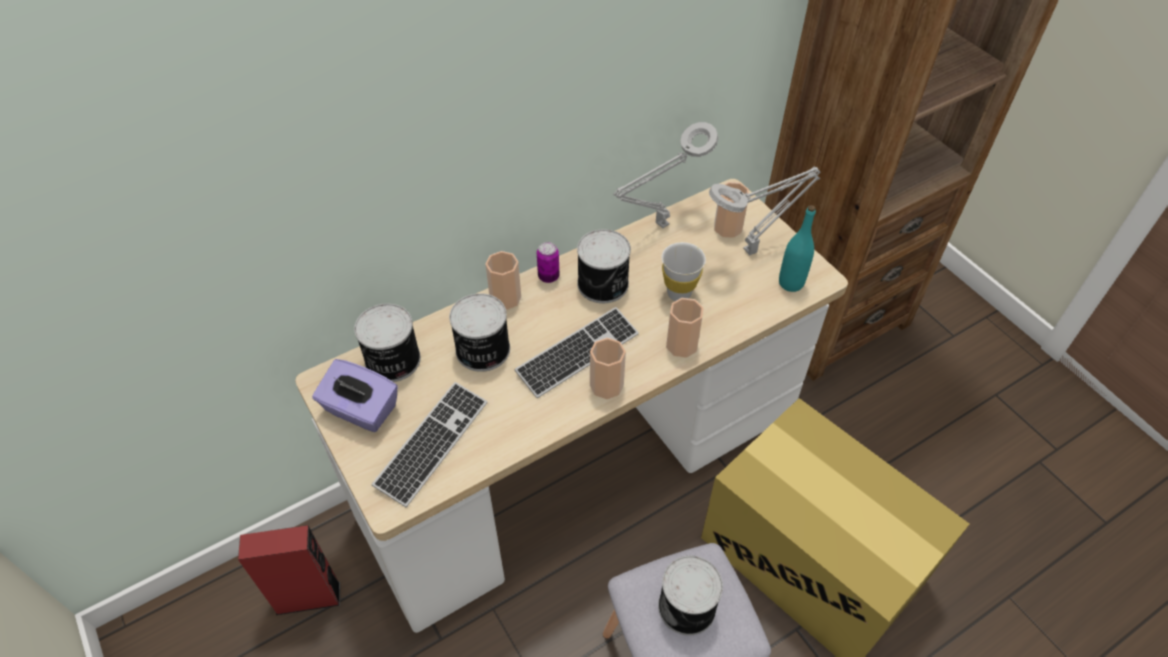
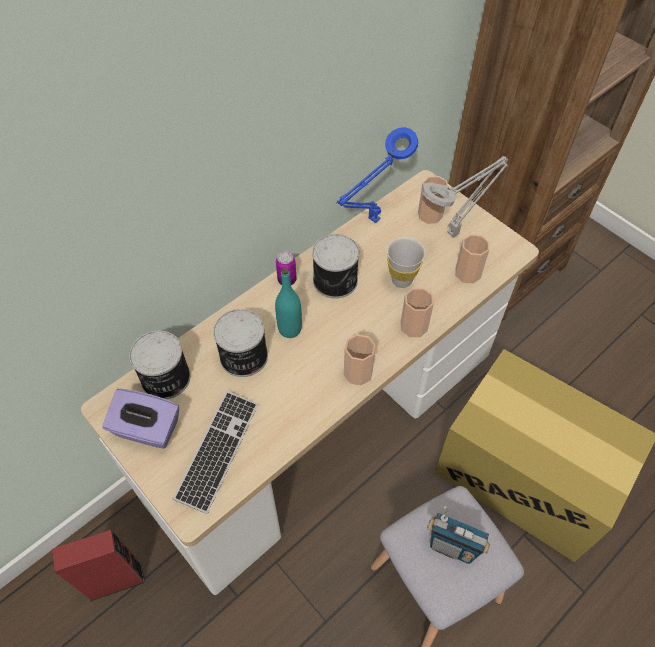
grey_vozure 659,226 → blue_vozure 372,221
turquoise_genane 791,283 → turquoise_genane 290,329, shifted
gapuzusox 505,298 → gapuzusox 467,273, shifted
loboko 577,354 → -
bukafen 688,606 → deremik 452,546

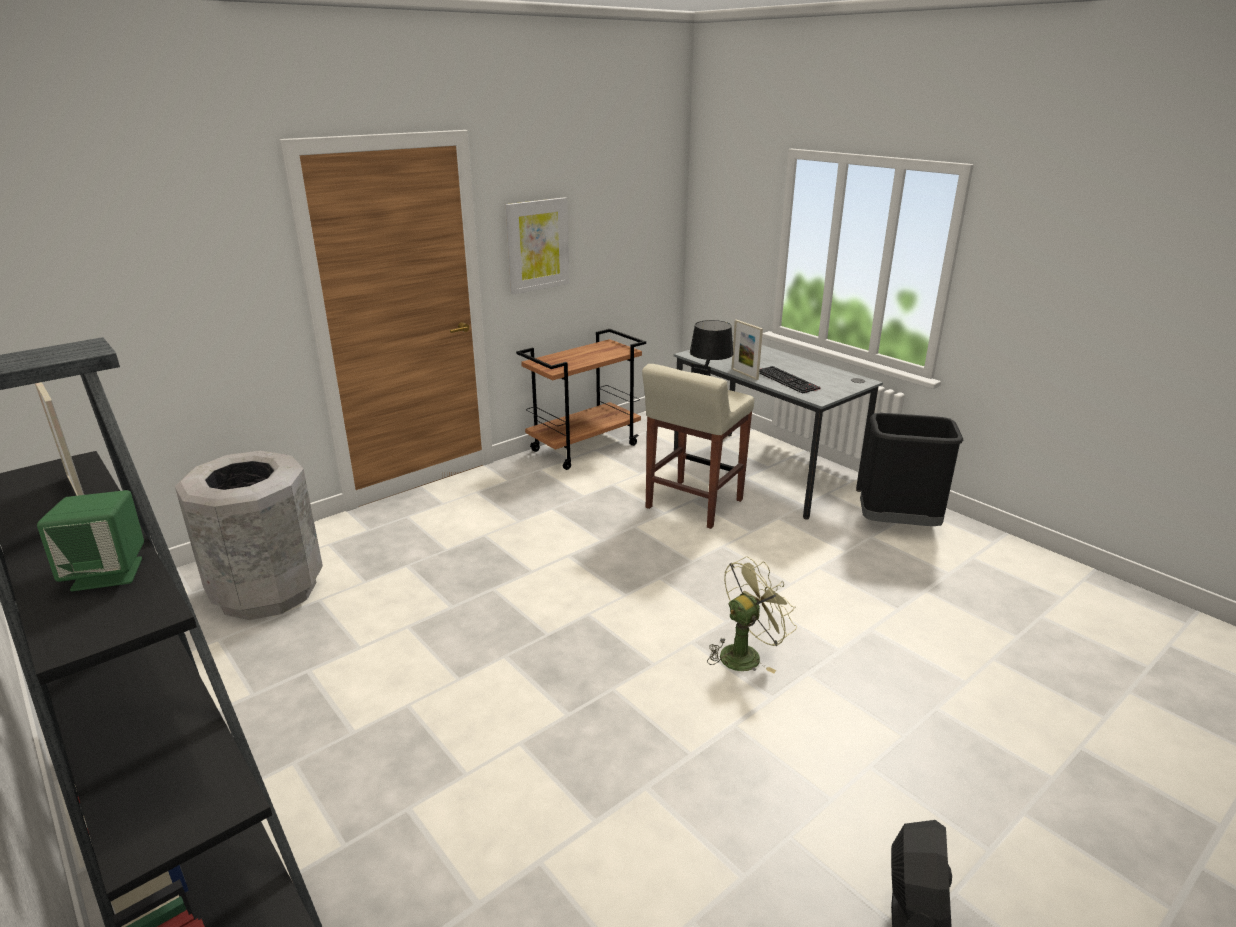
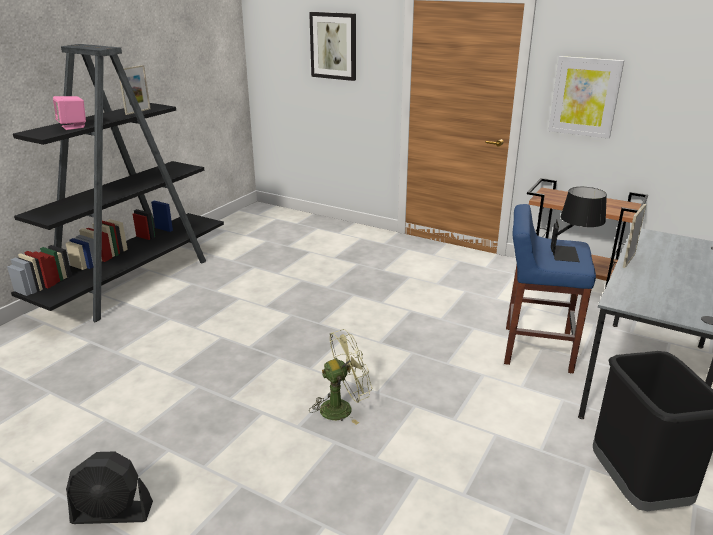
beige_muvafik 693,504 → blue_muvafik 536,349
loboko 788,380 → -
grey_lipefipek 267,591 → -
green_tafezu 109,573 → pink_tafezu 73,127
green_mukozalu 746,654 → green_mukozalu 342,407, 60 degrees counterclockwise
- → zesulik 333,46

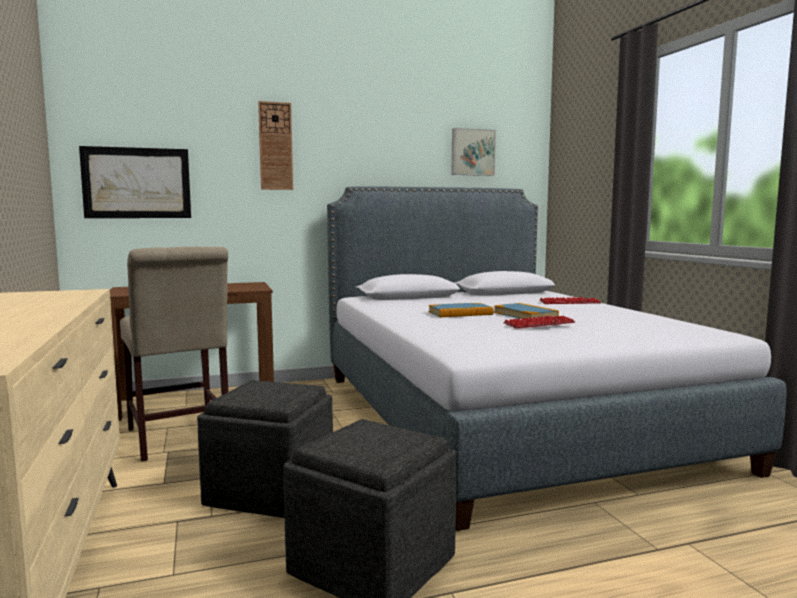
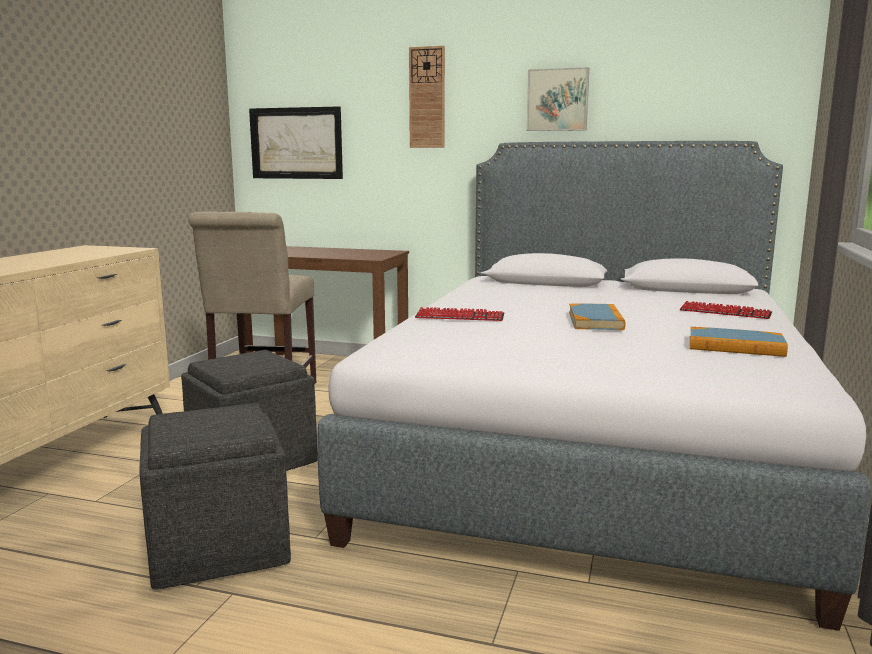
zesulik 472,152 → zesulik 557,100, shifted
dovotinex 460,313 → dovotinex 735,346, shifted
loboko 539,324 → loboko 459,317, shifted

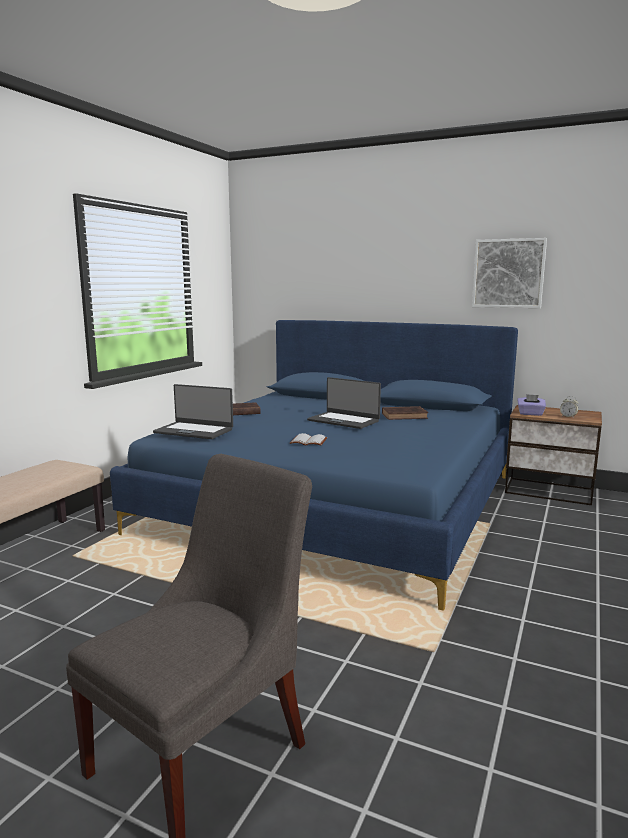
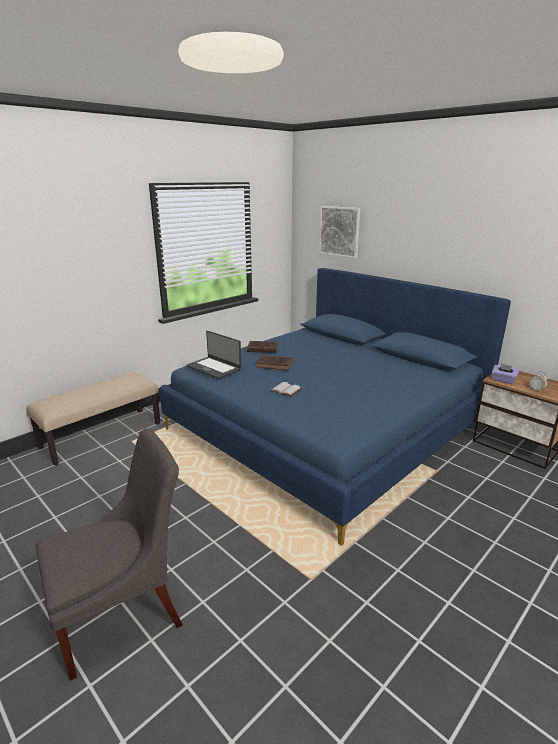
zesulik 508,273 → zesulik 339,231, shifted
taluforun 344,420 → -
brown_dovotinex 405,416 → brown_dovotinex 275,365, shifted

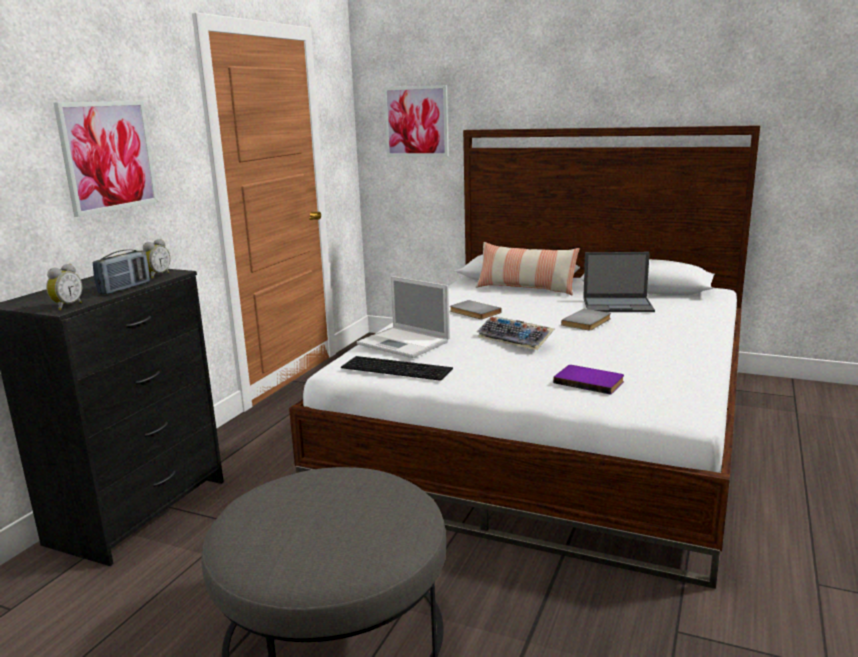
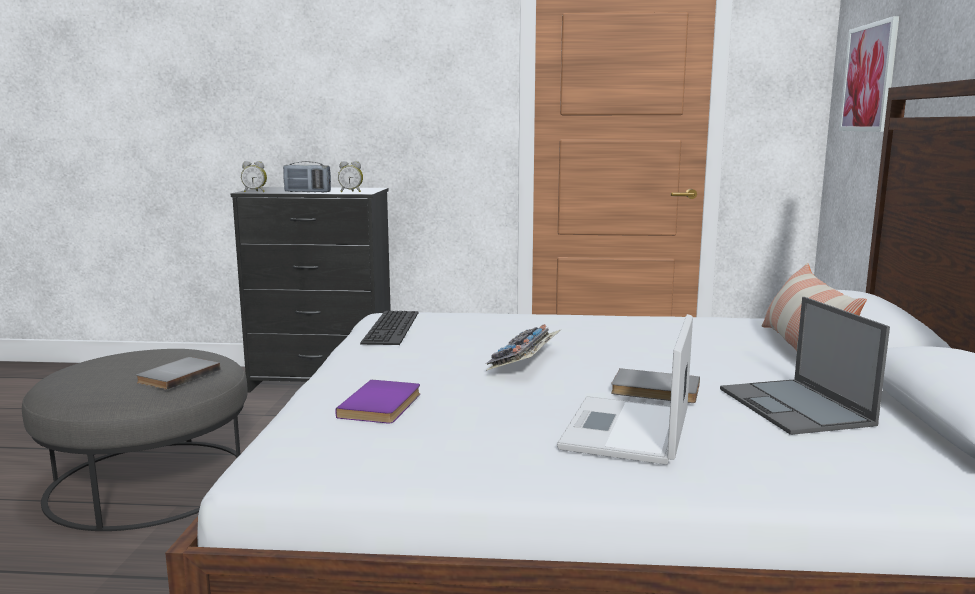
zesulik 108,156 → -
taluforun 405,343 → taluforun 626,432, shifted
grey_dovotinex 473,312 → grey_dovotinex 177,376, shifted

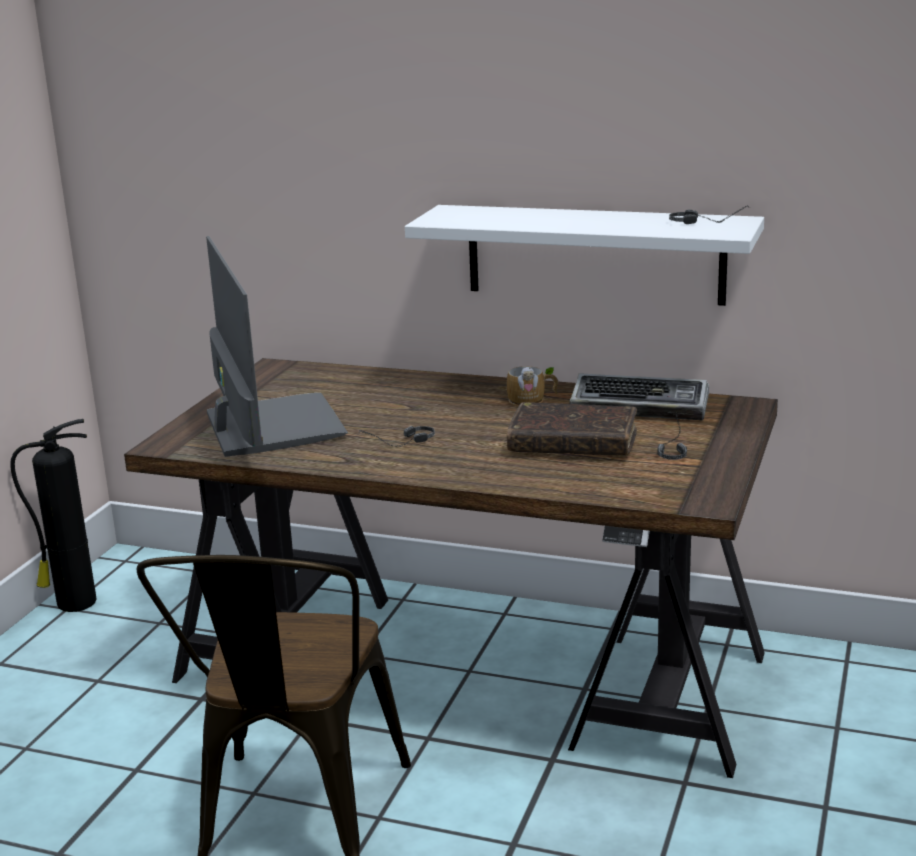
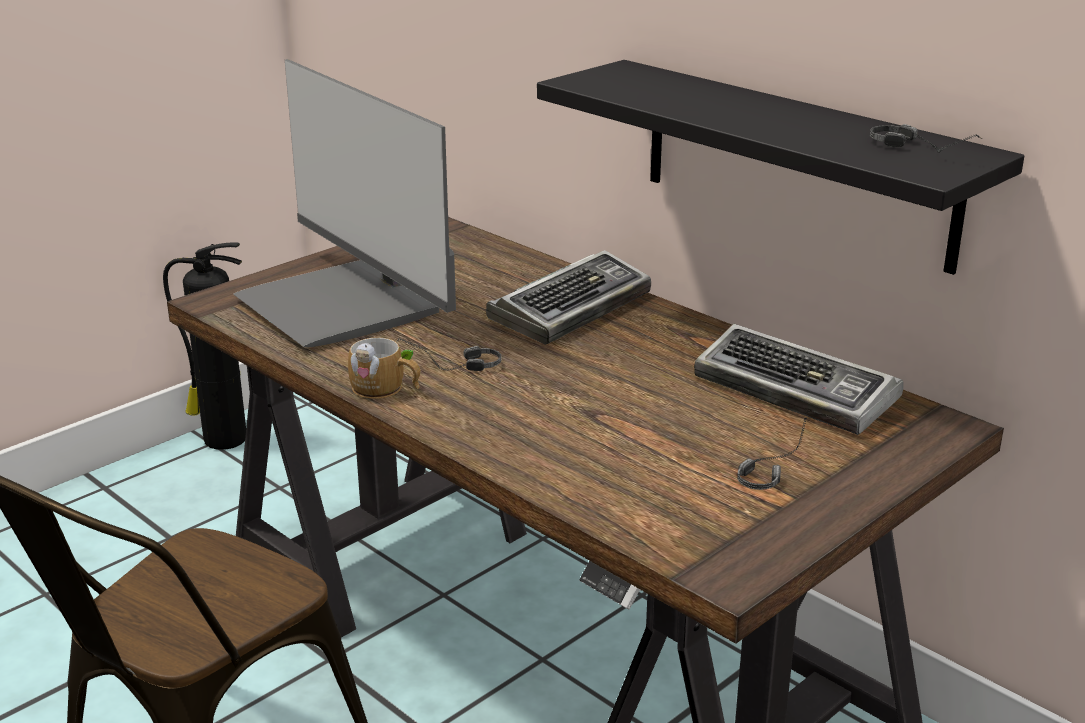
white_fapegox 594,254 → black_fapegox 796,163
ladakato 270,427 → ladakato 342,306, 135 degrees clockwise
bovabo 533,400 → bovabo 385,389, shifted
brown_dovotinex 573,444 → -
- → loboko 571,308

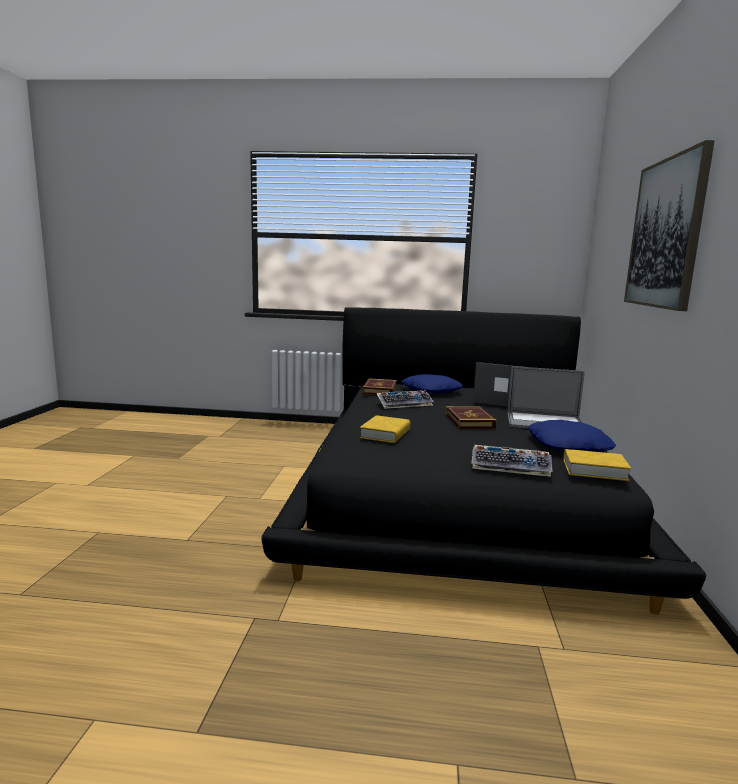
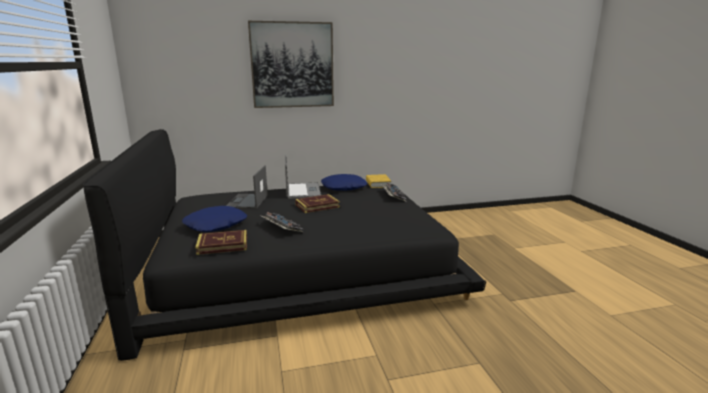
yellow_dovotinex 385,434 → -

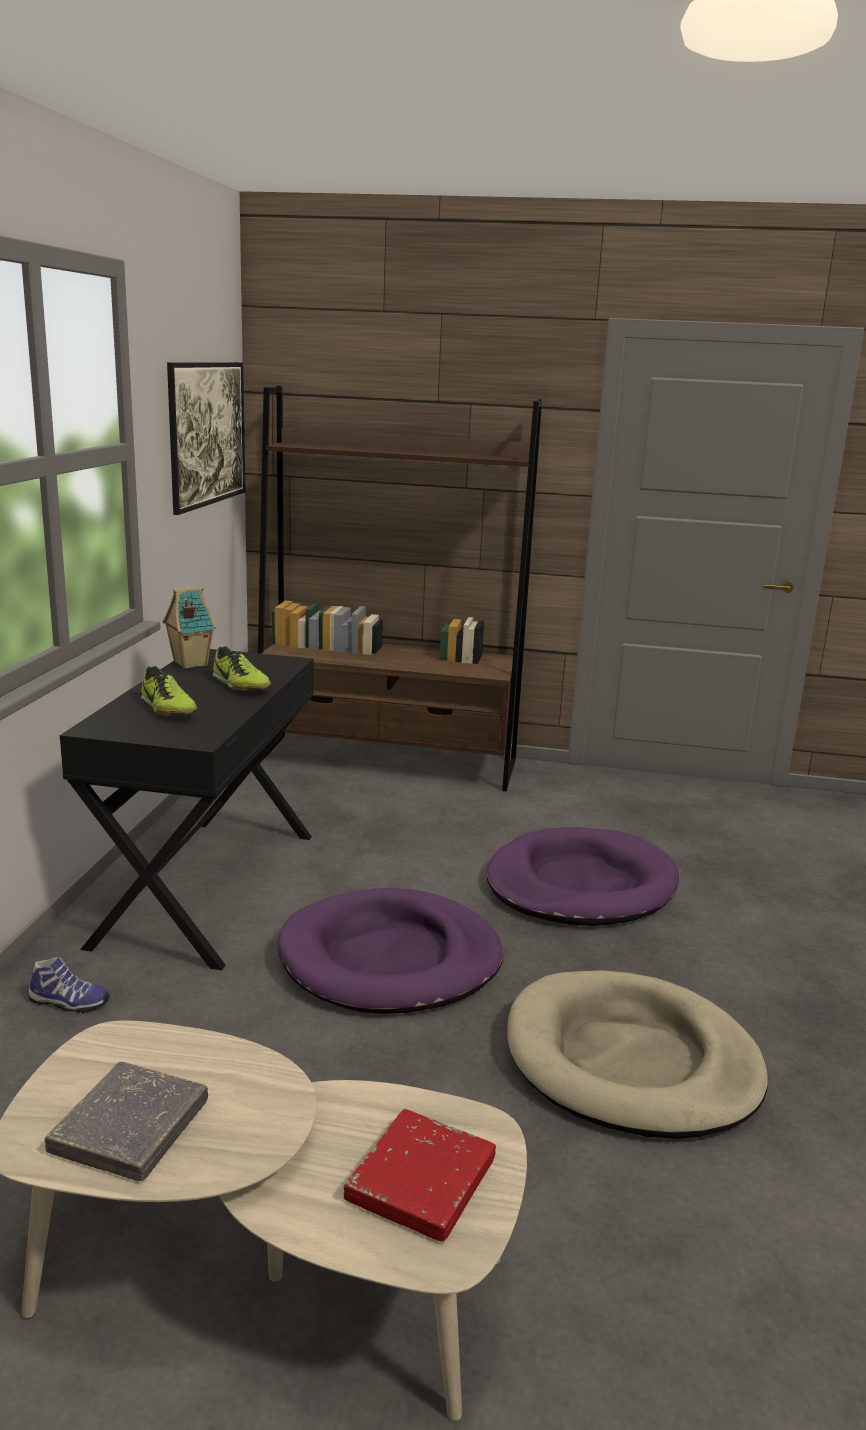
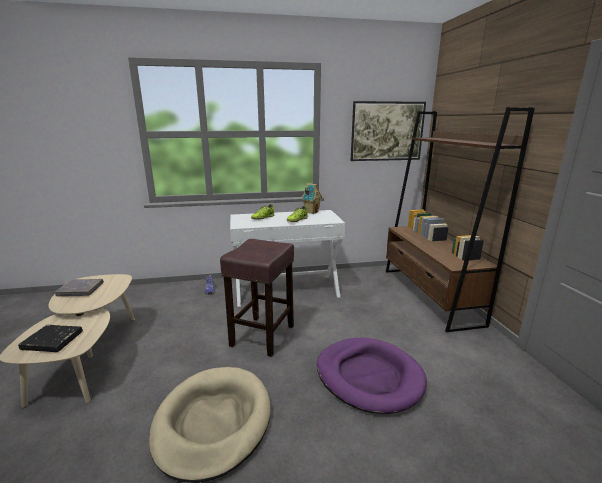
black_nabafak 207,886 → white_nabafak 286,289
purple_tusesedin 390,959 → brown_muvafik 262,336
red_dovotinex 421,1181 → black_dovotinex 52,341

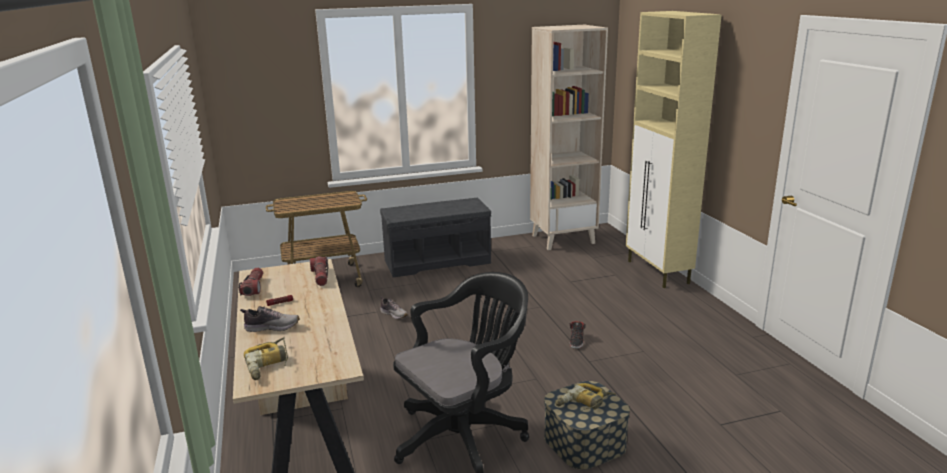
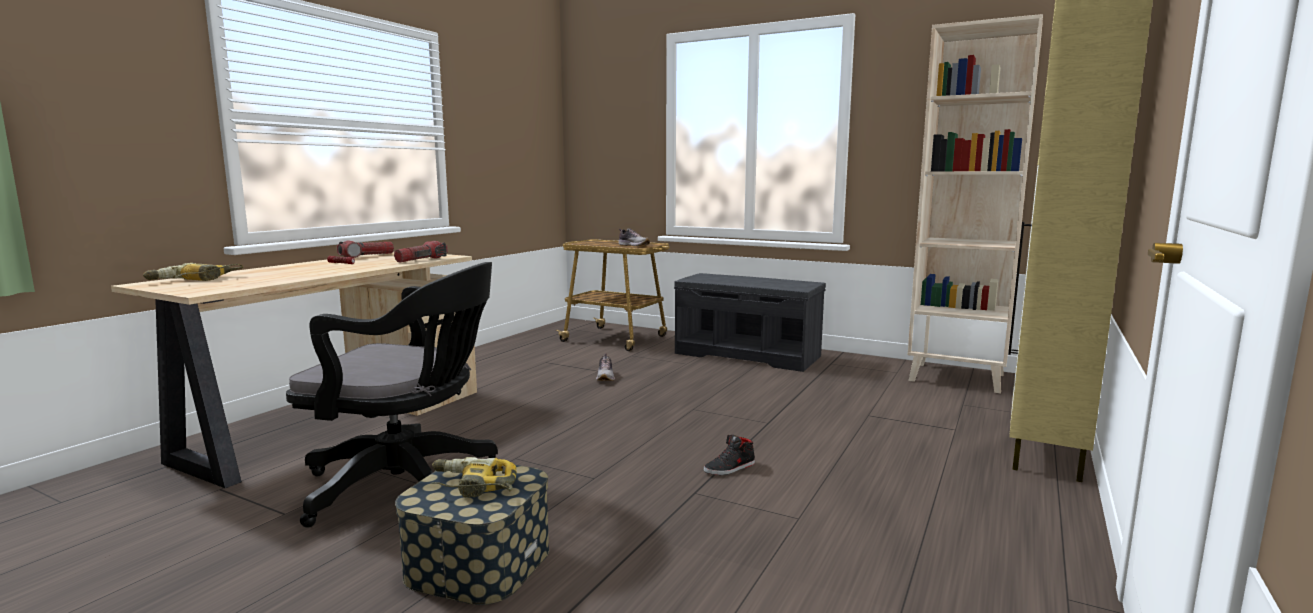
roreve 272,327 → roreve 634,245, shifted

